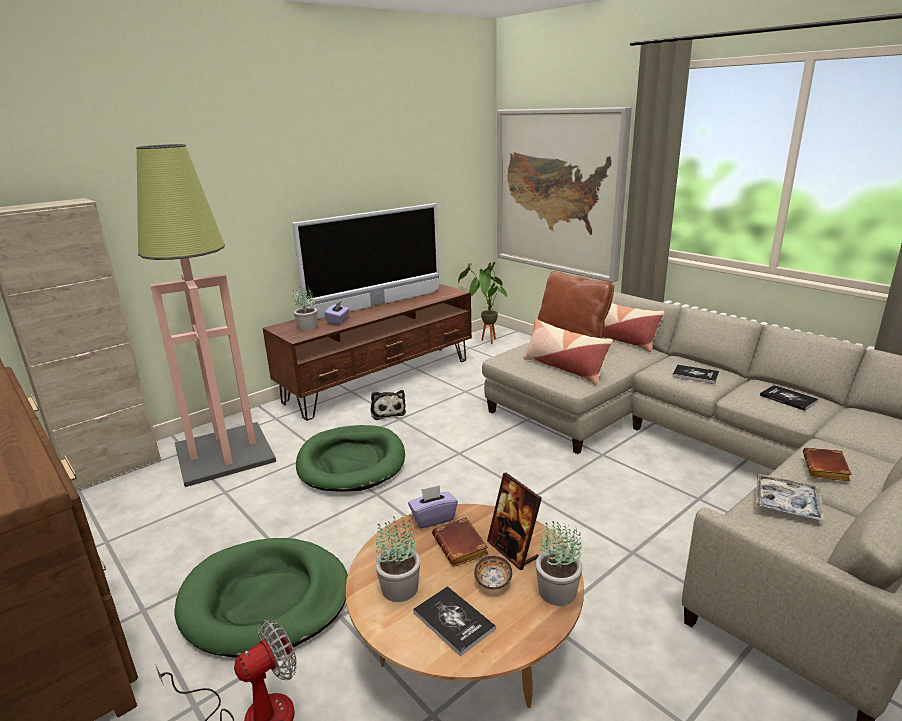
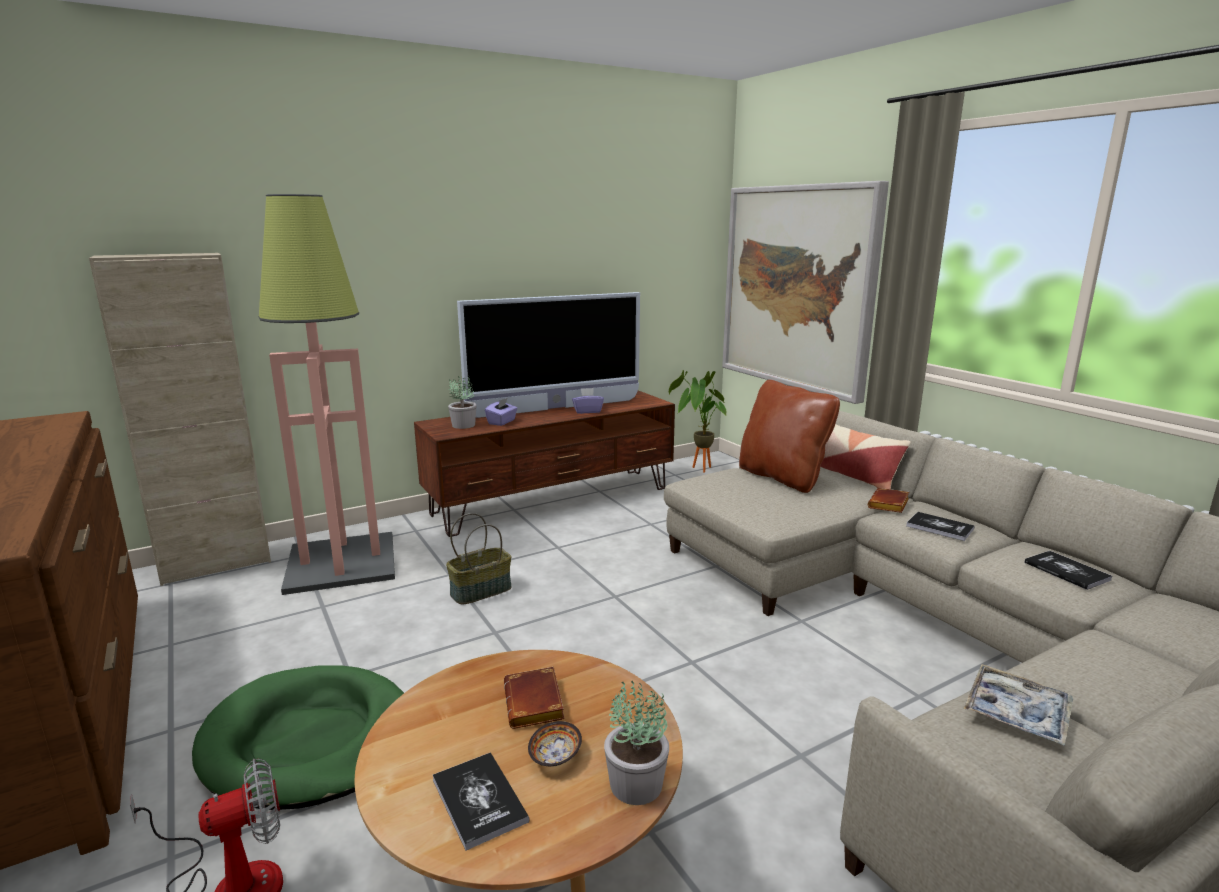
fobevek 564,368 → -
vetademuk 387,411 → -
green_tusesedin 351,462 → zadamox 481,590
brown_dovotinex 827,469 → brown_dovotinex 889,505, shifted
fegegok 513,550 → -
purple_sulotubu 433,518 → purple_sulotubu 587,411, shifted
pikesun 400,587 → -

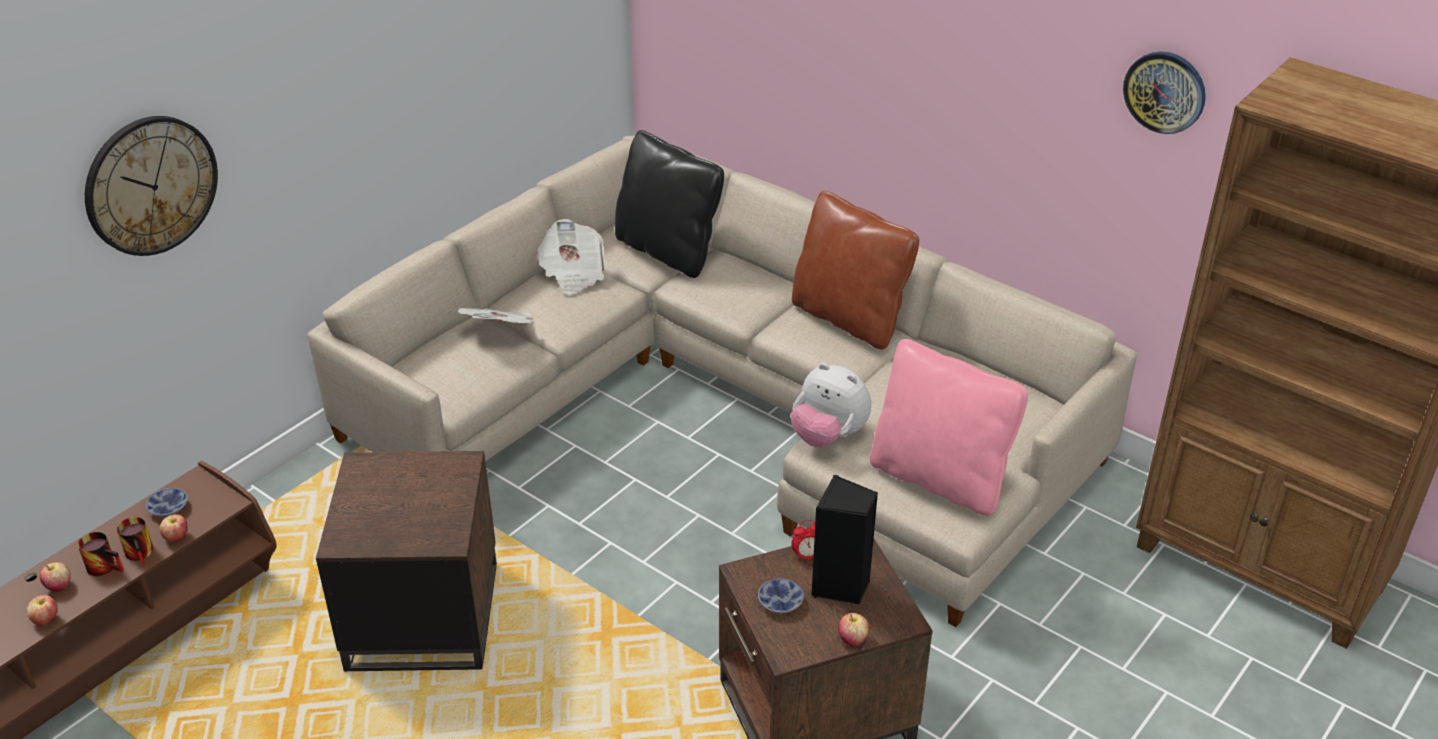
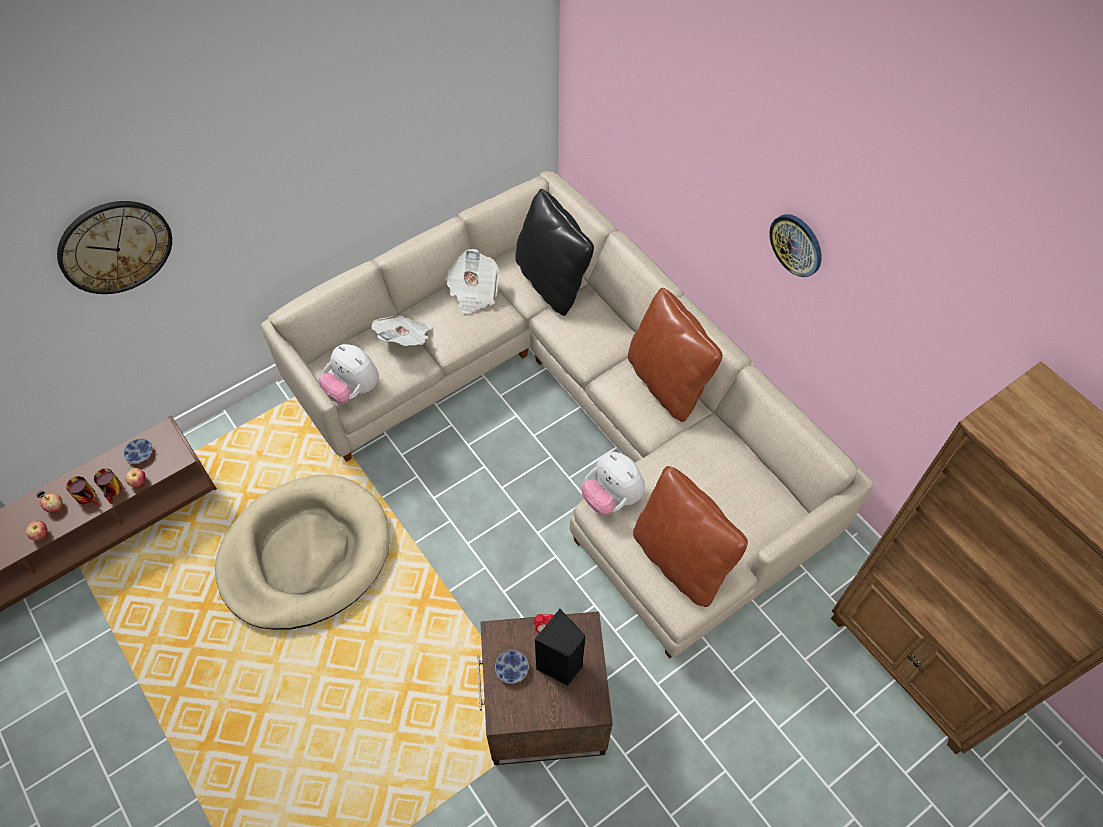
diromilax 1165,92 → diromilax 796,244, shifted
pink_fobevek 939,478 → brown_fobevek 680,559
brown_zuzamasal 421,616 → beige_tusesedin 305,554
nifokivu 852,639 → -
- → vetademuk 353,389

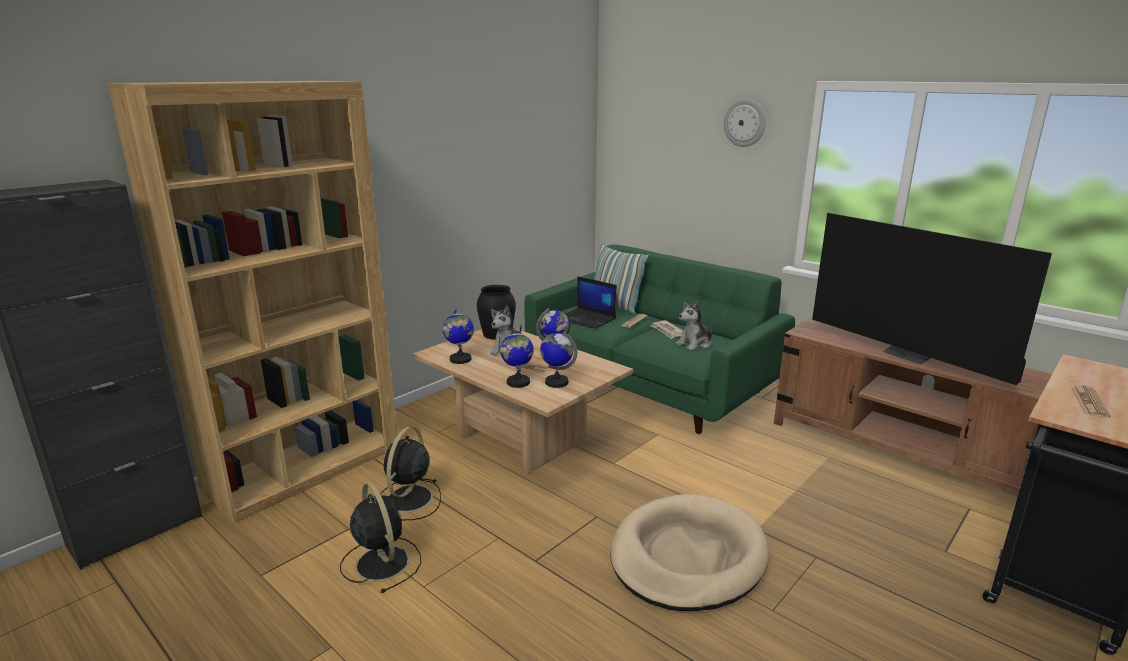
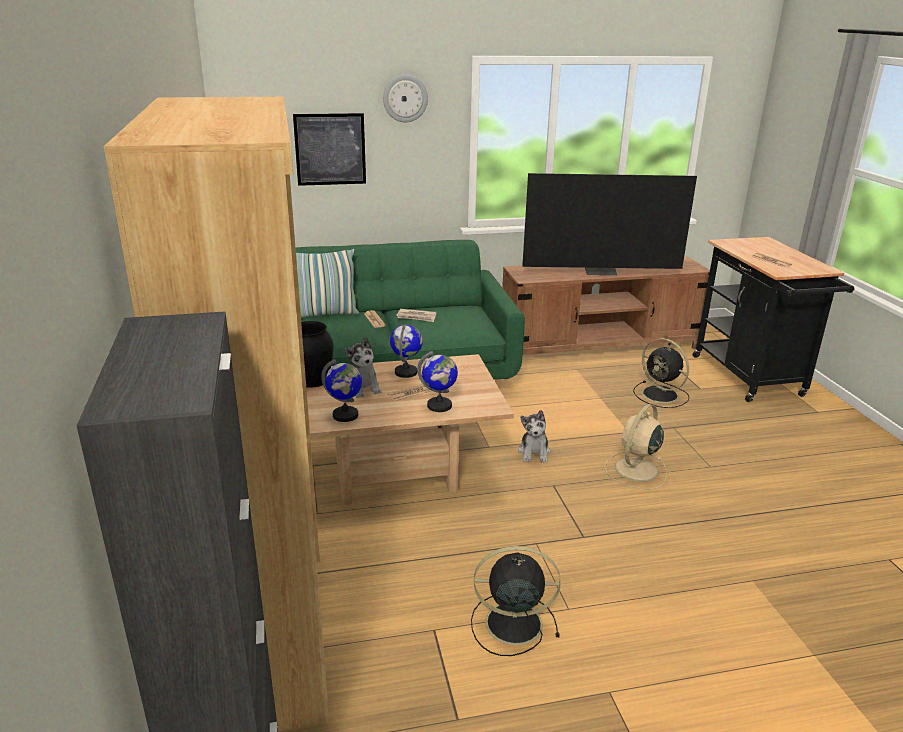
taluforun 587,319 → -
vetademuk 695,344 → vetademuk 534,452, shifted
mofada 556,382 → -
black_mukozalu 408,500 → black_mukozalu 661,395, shifted
beige_tusesedin 687,557 → beige_mukozalu 635,470
- → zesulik 330,149

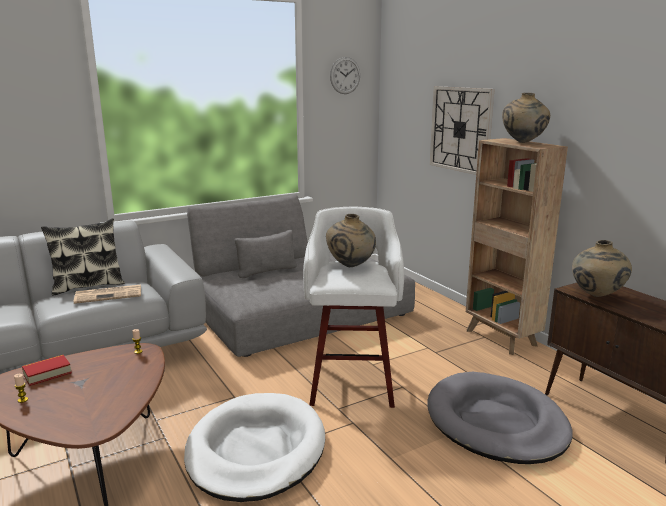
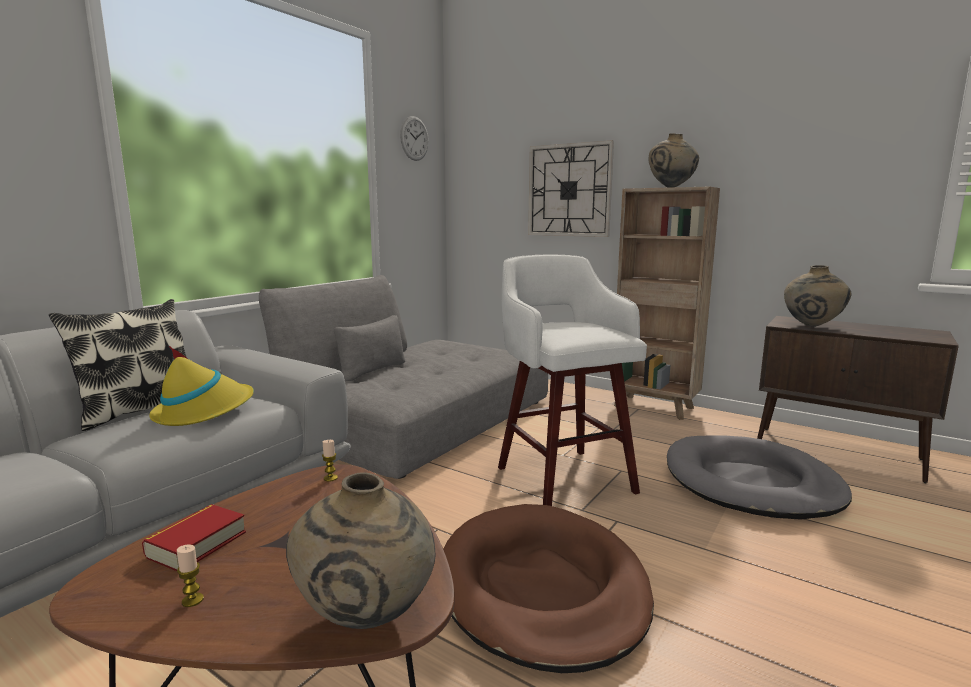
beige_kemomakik 351,266 → beige_kemomakik 367,617, shifted
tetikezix 109,294 → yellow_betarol 204,411
white_tusesedin 256,450 → brown_tusesedin 541,588

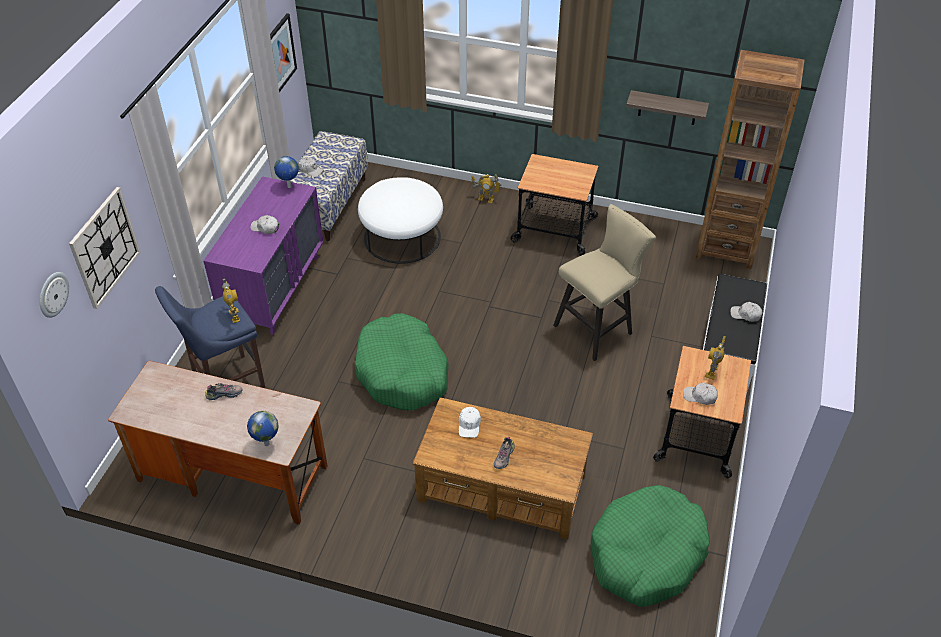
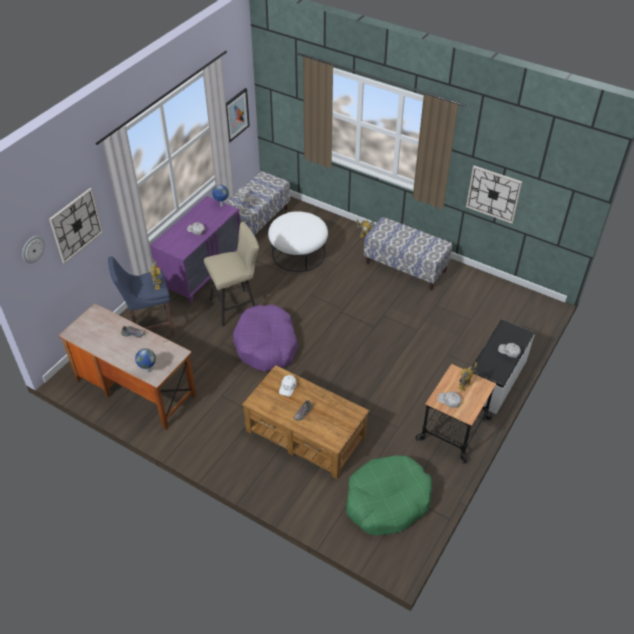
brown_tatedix 726,248 → -
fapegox 667,108 → diromilax 493,194
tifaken 554,229 → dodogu 405,267
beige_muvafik 597,328 → beige_muvafik 237,306, shifted
green_tusesedin 402,372 → purple_tusesedin 266,345

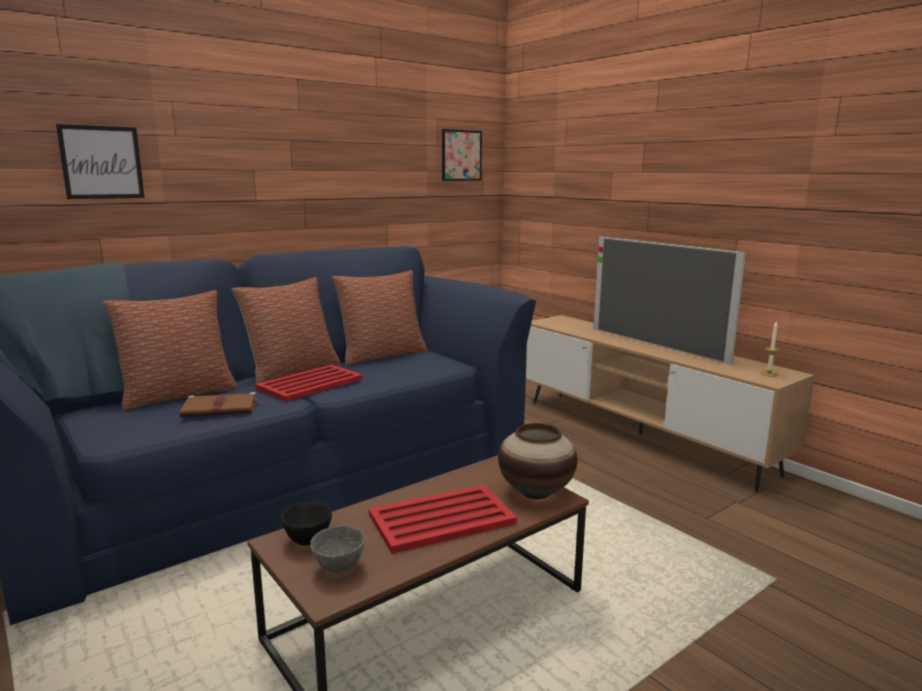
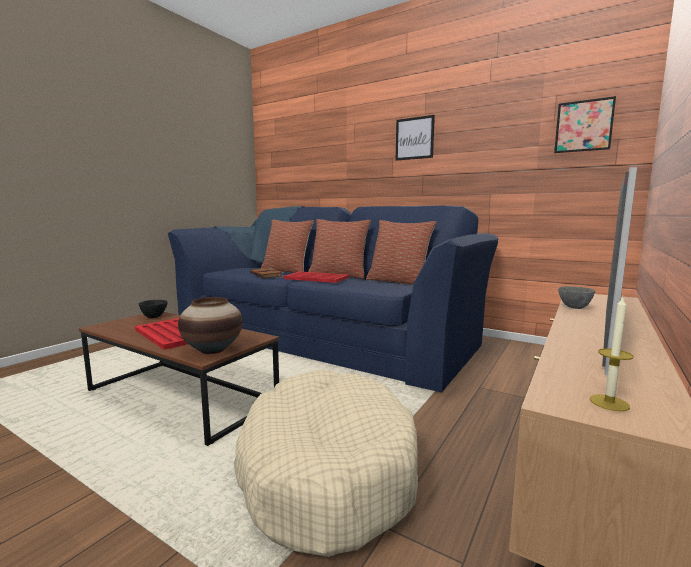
zesulik 102,162 → zesulik 414,138, shifted
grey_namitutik 340,568 → grey_namitutik 575,308, shifted
- → beige_tusesedin 325,470

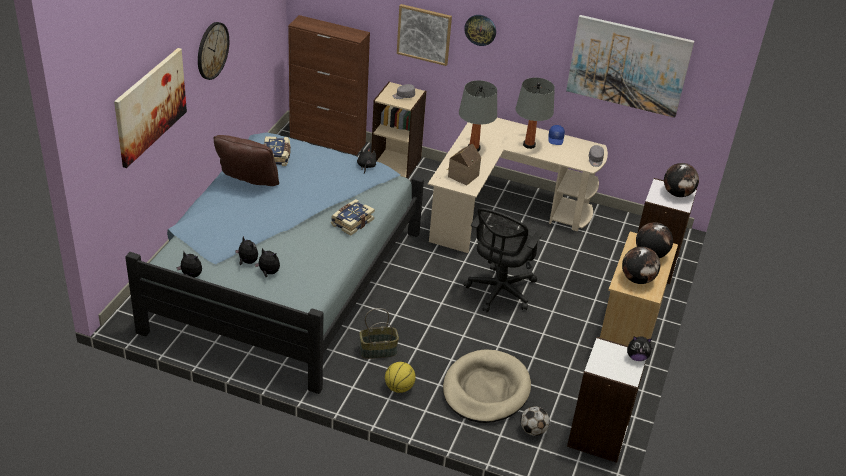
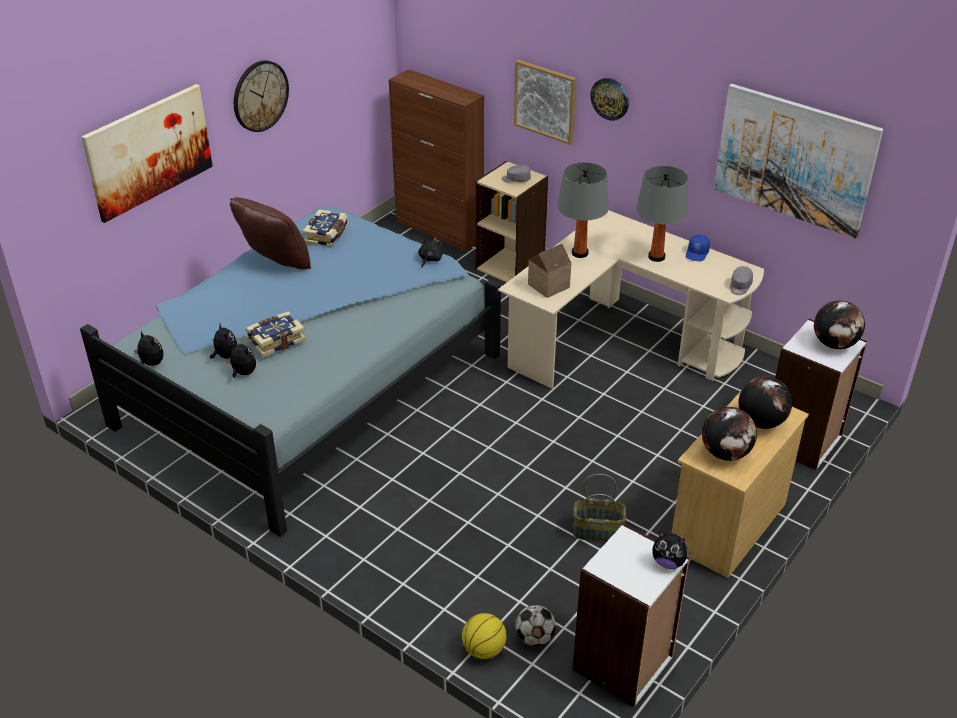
dovotinex 351,222 → dovotinex 276,340, shifted
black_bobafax 499,292 → -
zadamox 378,350 → zadamox 598,530, shifted
beige_tusesedin 485,390 → -
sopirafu 399,388 → sopirafu 483,650, shifted

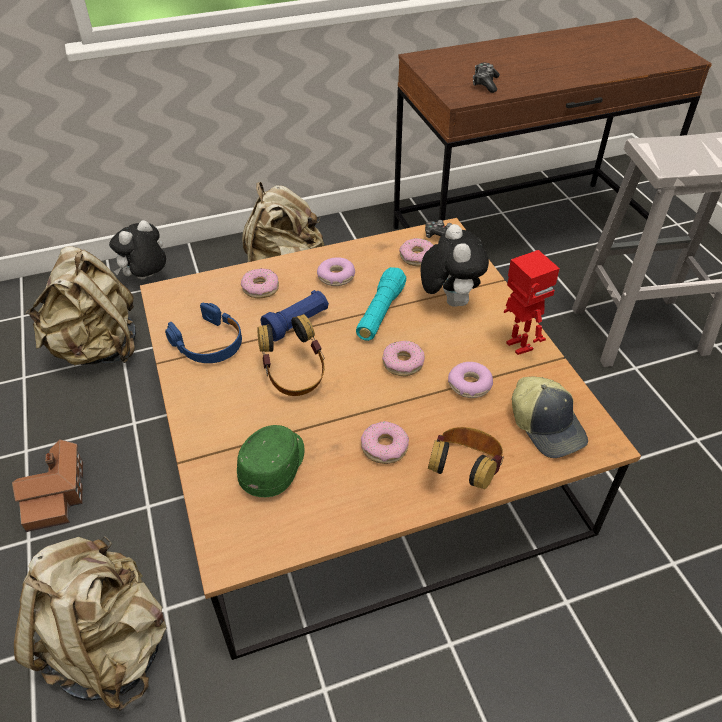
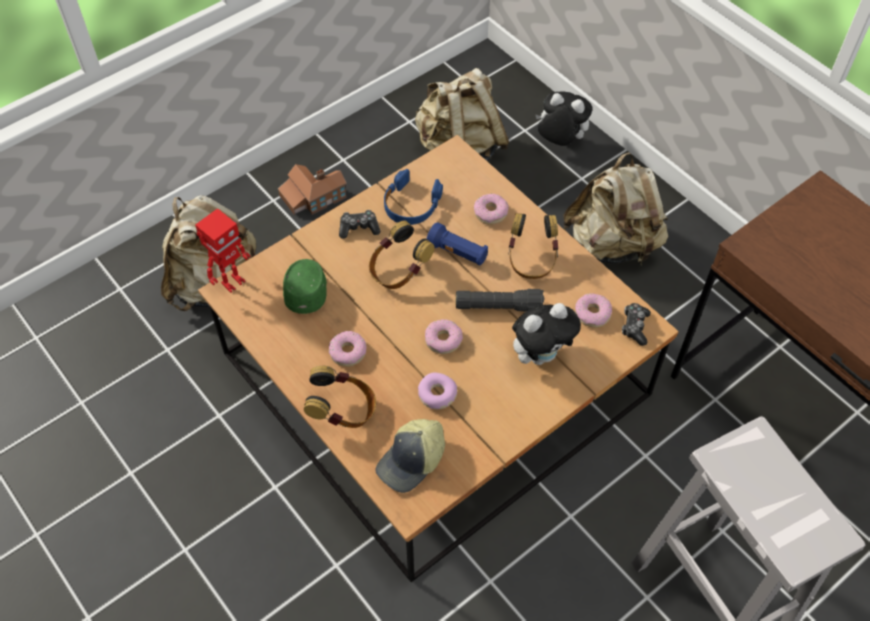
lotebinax 485,83 → lotebinax 359,228, shifted
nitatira 517,346 → nitatira 232,282, shifted
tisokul 336,277 → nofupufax 531,260
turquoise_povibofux 380,313 → black_povibofux 498,307
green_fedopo 274,466 → green_fedopo 307,290, 90 degrees counterclockwise

